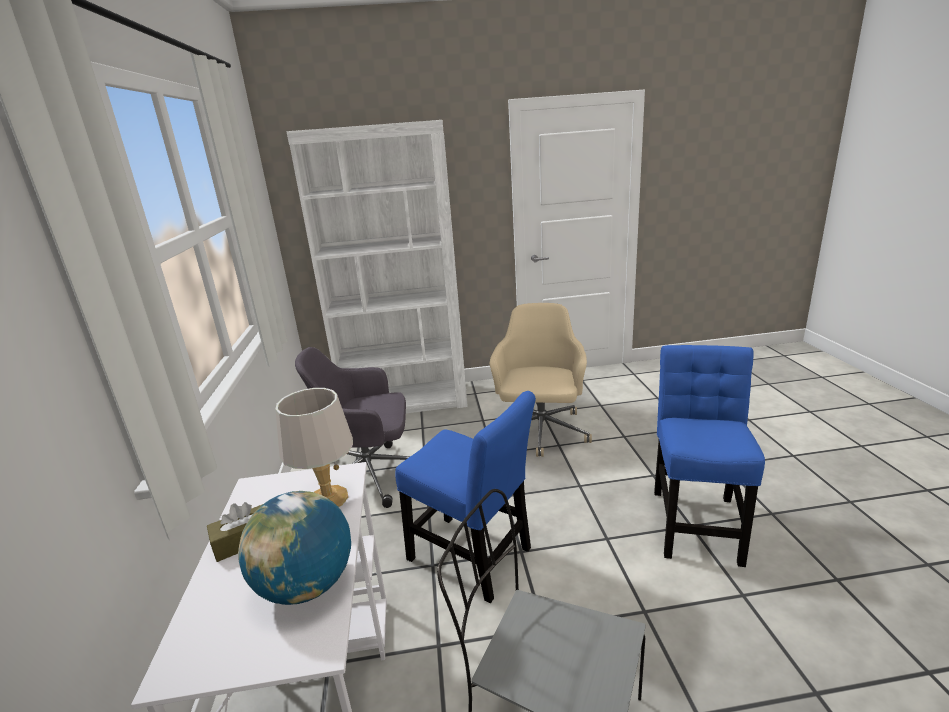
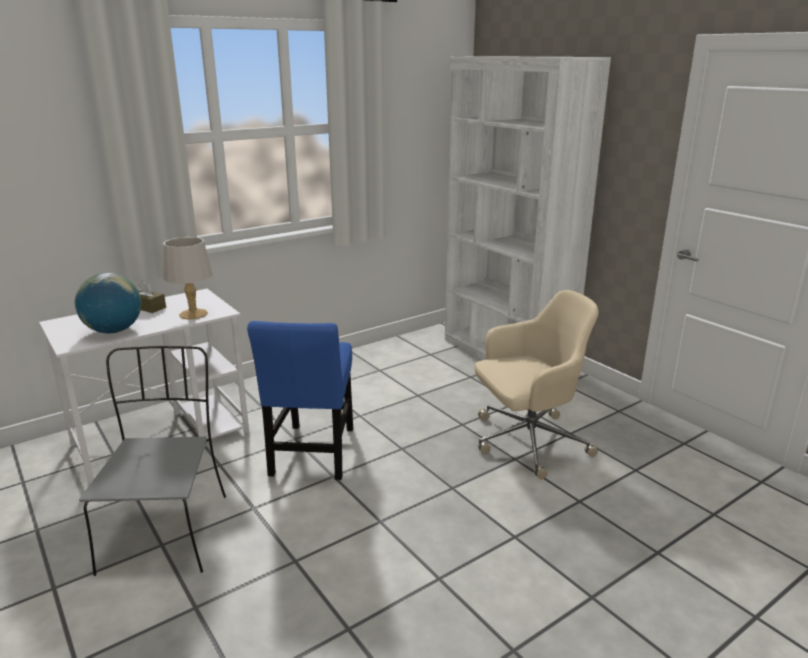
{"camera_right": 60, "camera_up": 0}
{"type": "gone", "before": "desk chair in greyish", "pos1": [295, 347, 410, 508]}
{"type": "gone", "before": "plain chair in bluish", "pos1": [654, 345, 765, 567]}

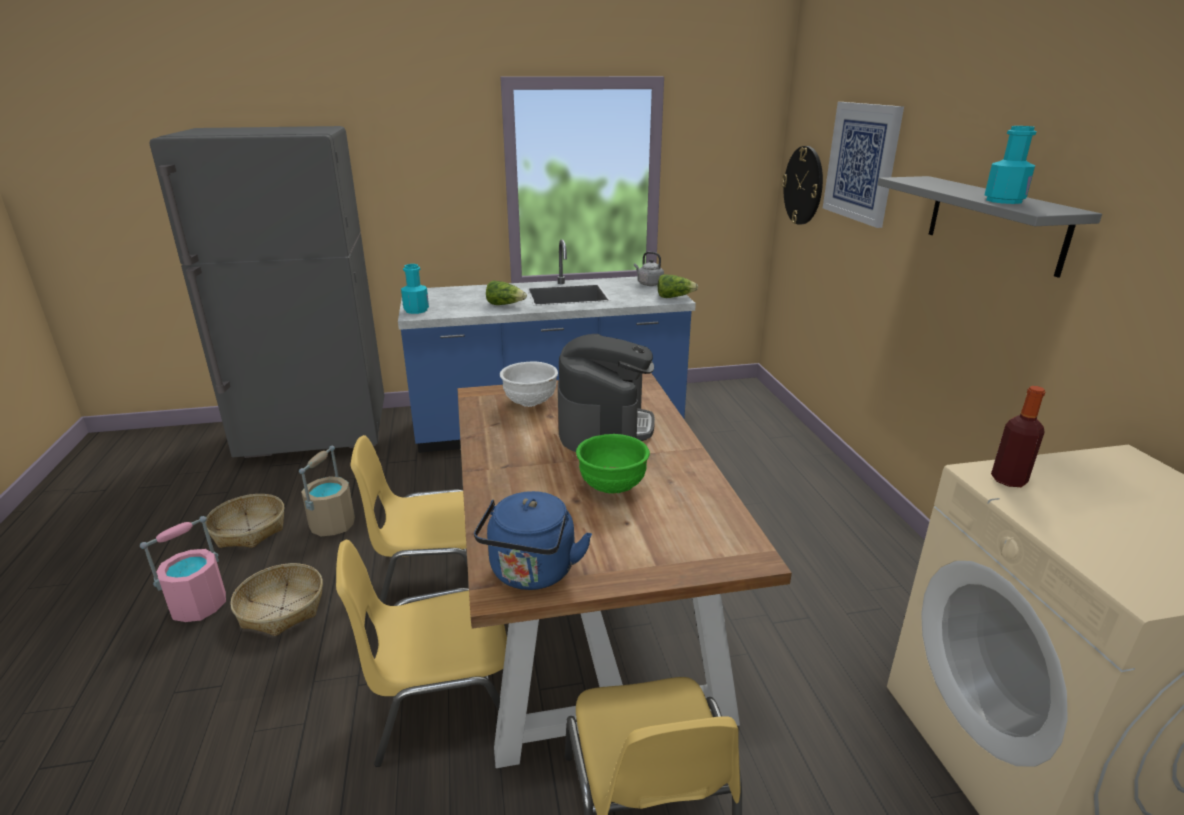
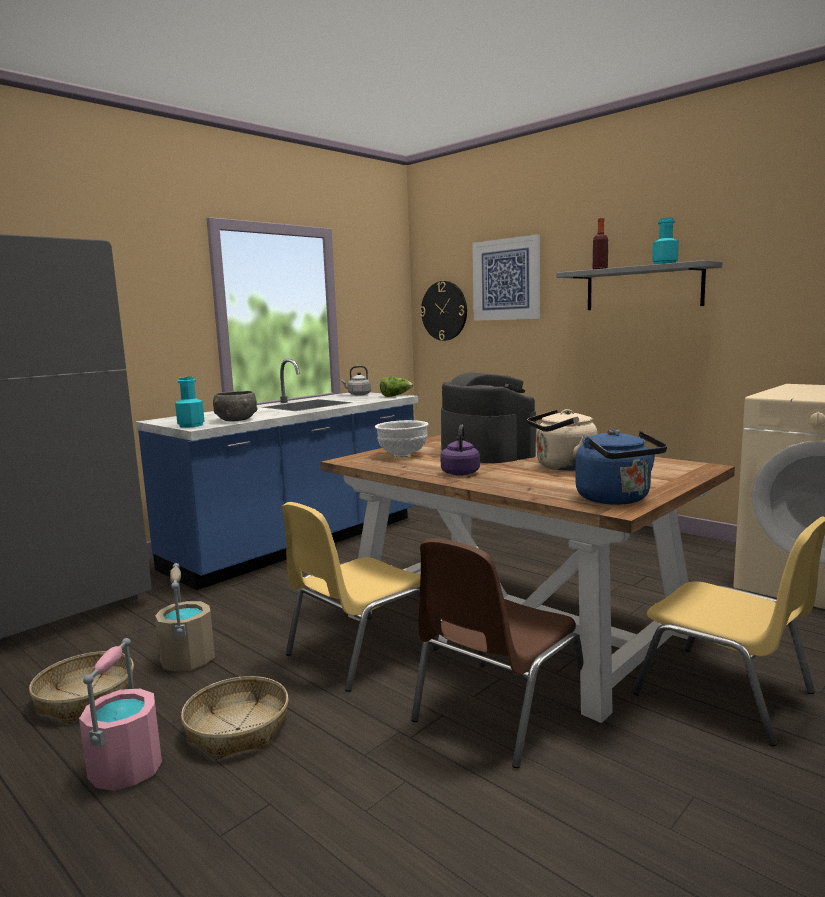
{"camera_right": -35, "camera_up": -15}
{"type": "new", "after": "deep dish in greyish", "pos2": [213, 391, 258, 421]}
{"type": "repainted", "before": "plain chair in yellow-coloured", "after": "plain chair in brownish", "pos1": [336, 540, 507, 767], "pos2": [411, 538, 583, 769]}
{"type": "new", "after": "water kettle in purple", "pos2": [440, 425, 480, 476]}
{"type": "swapped", "before": "deep dish in greenish", "after": "water kettle in sand-coloured", "pos1": [576, 434, 650, 494], "pos2": [527, 409, 598, 471]}
{"type": "shifted", "before": "bottle", "pos1": [991, 386, 1045, 487], "pos2": [593, 218, 608, 269]}
{"type": "gone", "before": "head of lettuce", "pos1": [486, 280, 527, 305]}

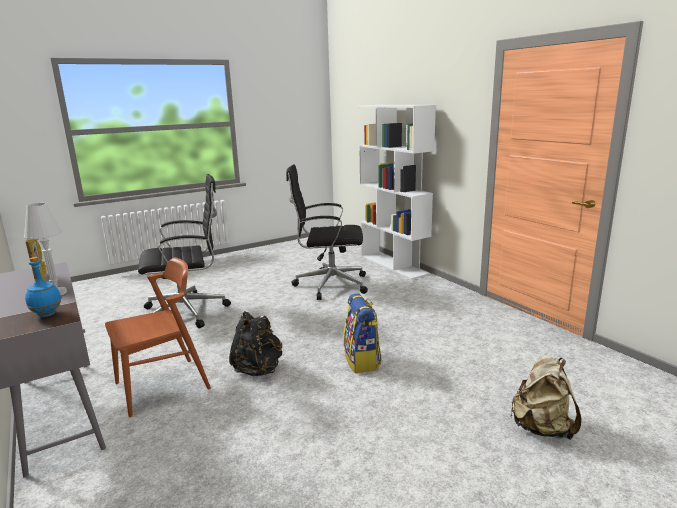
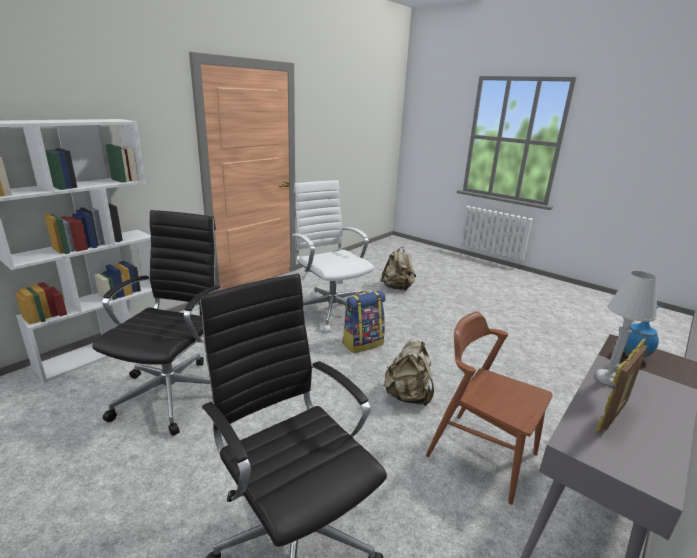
{"camera_right": -110, "camera_up": 5}
{"type": "rotated", "before": "desk chair in black-coloured", "pos1": [286, 164, 368, 300], "pos2": [92, 210, 222, 436], "turn": -150}
{"type": "new", "after": "desk chair in whitish", "pos2": [292, 180, 374, 333]}
{"type": "repainted", "before": "knapsack in black-coloured", "after": "knapsack in sand-coloured", "pos1": [229, 311, 282, 376], "pos2": [384, 339, 434, 406]}

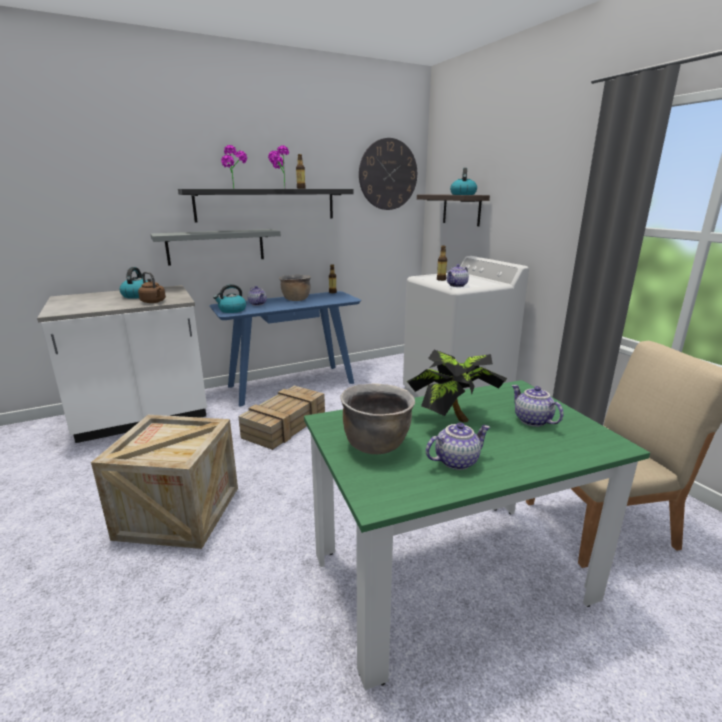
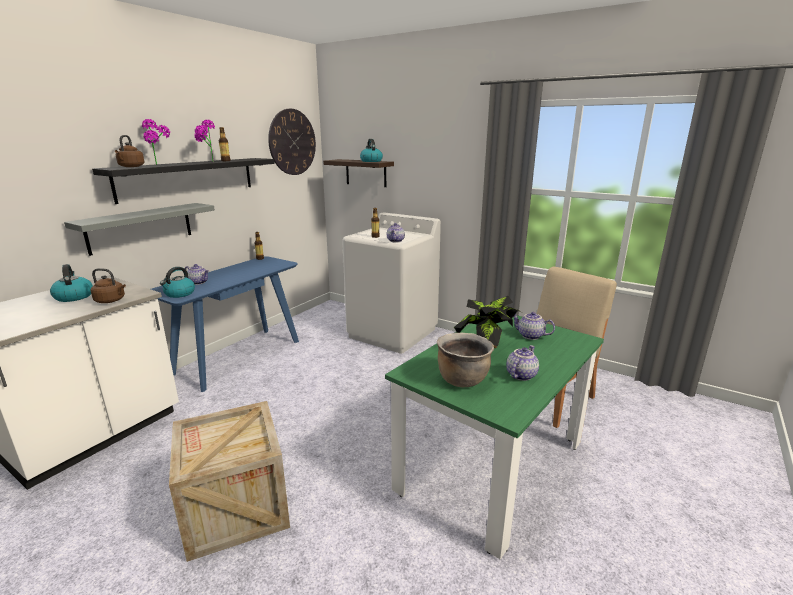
{"camera_right": -30, "camera_up": 0}
{"type": "new", "after": "water kettle in brownish", "pos2": [115, 135, 144, 167]}
{"type": "gone", "before": "shipping crate", "pos1": [238, 386, 325, 450]}
{"type": "gone", "before": "stockpot in brownish", "pos1": [279, 275, 311, 301]}

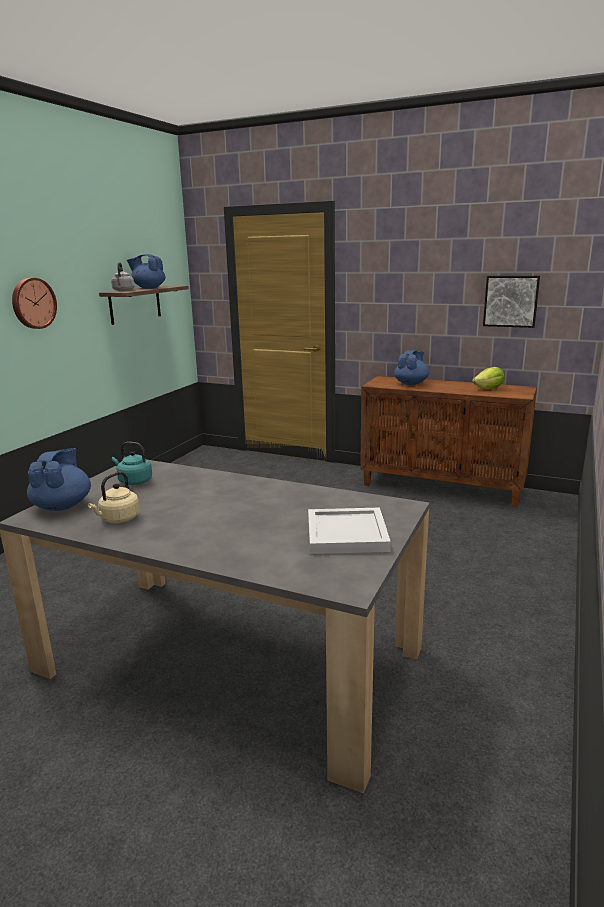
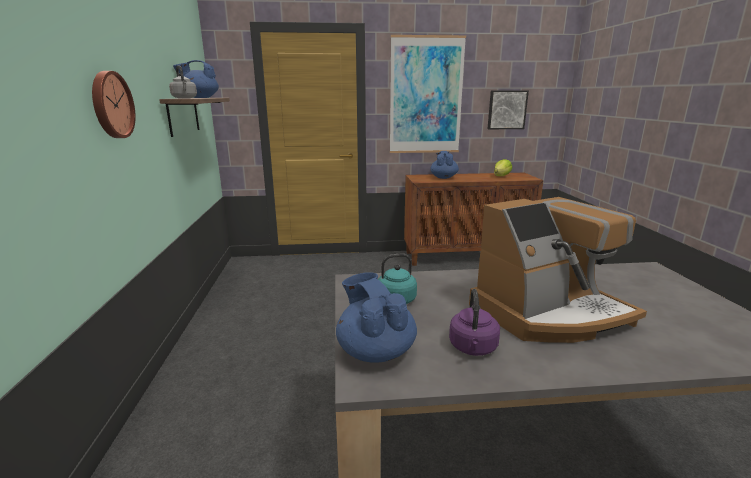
{"camera_right": -30, "camera_up": 0}
{"type": "new", "after": "wall art", "pos2": [390, 35, 466, 153]}
{"type": "repainted", "before": "water kettle in sand-coloured", "after": "water kettle in purple", "pos1": [88, 472, 140, 523], "pos2": [449, 289, 500, 356]}
{"type": "new", "after": "coffee brewer", "pos2": [469, 197, 647, 343]}
{"type": "gone", "before": "tray in whitish", "pos1": [308, 508, 391, 554]}

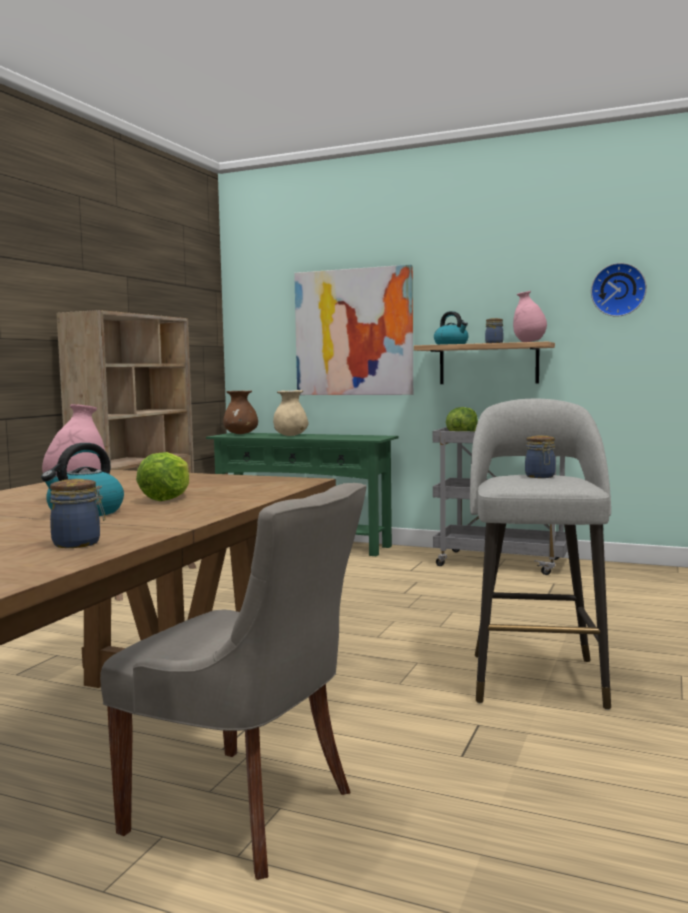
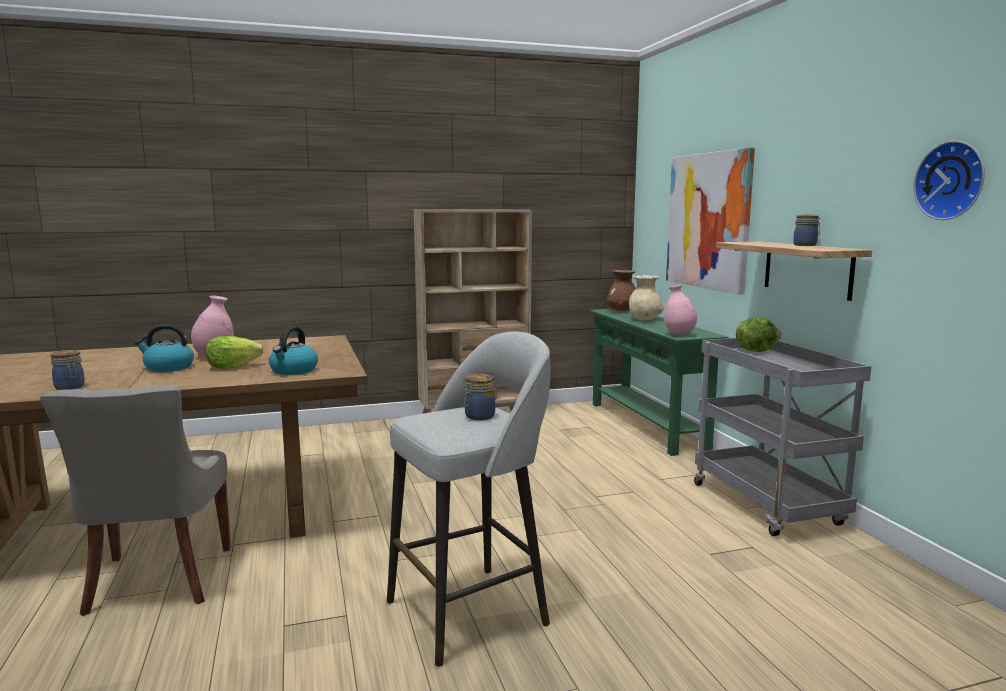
{"camera_right": 50, "camera_up": 5}
{"type": "shifted", "before": "water kettle", "pos1": [434, 311, 468, 345], "pos2": [269, 326, 318, 375]}
{"type": "shifted", "before": "decorative vase in pinkish", "pos1": [513, 291, 547, 342], "pos2": [664, 285, 697, 335]}

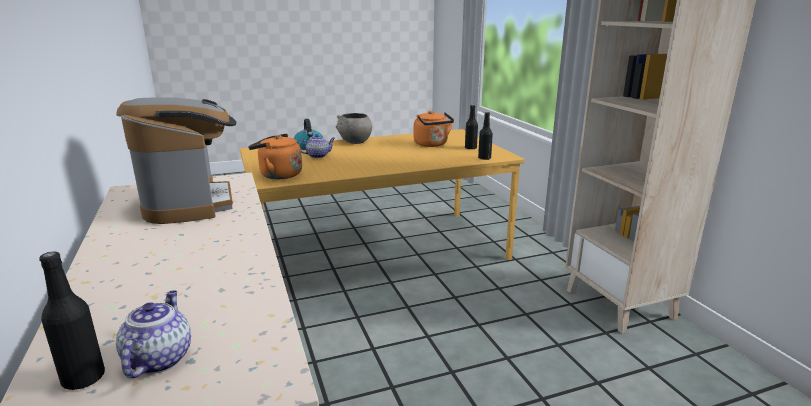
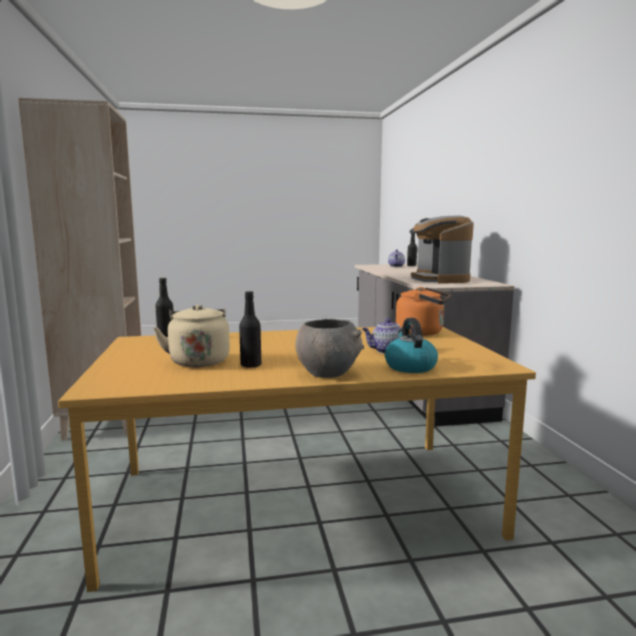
{"camera_right": -170, "camera_up": -10}
{"type": "repainted", "before": "water kettle in orange-coloured", "after": "water kettle in sand-coloured", "pos1": [414, 111, 454, 147], "pos2": [153, 305, 230, 367]}
{"type": "shifted", "before": "bottle in black-coloured", "pos1": [465, 105, 478, 149], "pos2": [239, 291, 261, 368]}

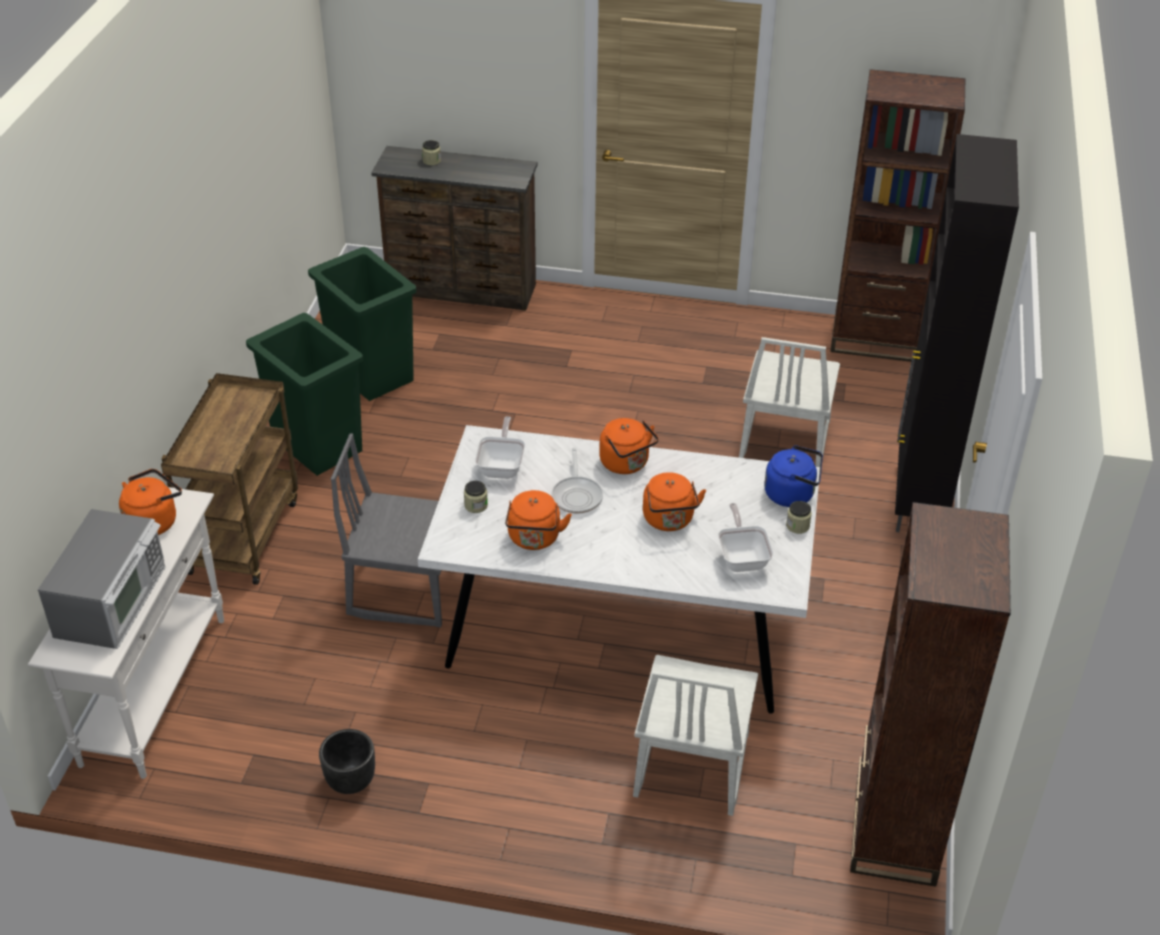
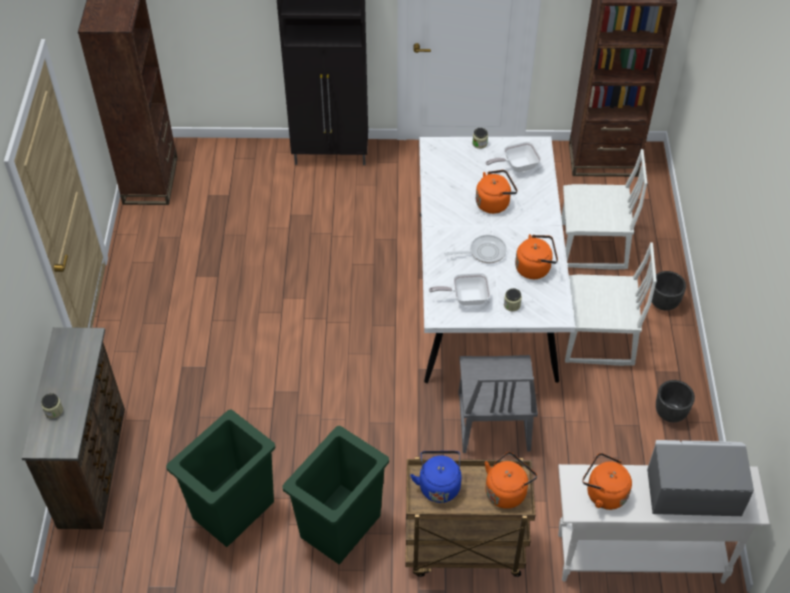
{"camera_right": -100, "camera_up": 10}
{"type": "shifted", "before": "water kettle in bluish", "pos1": [764, 445, 823, 507], "pos2": [410, 451, 462, 503]}
{"type": "shifted", "before": "water kettle in orange-coloured", "pos1": [599, 418, 659, 474], "pos2": [485, 452, 537, 509]}
{"type": "shifted", "before": "plain chair in whitish", "pos1": [739, 337, 840, 467], "pos2": [565, 242, 657, 366]}
{"type": "new", "after": "plant pot in black-coloured", "pos2": [650, 271, 686, 311]}

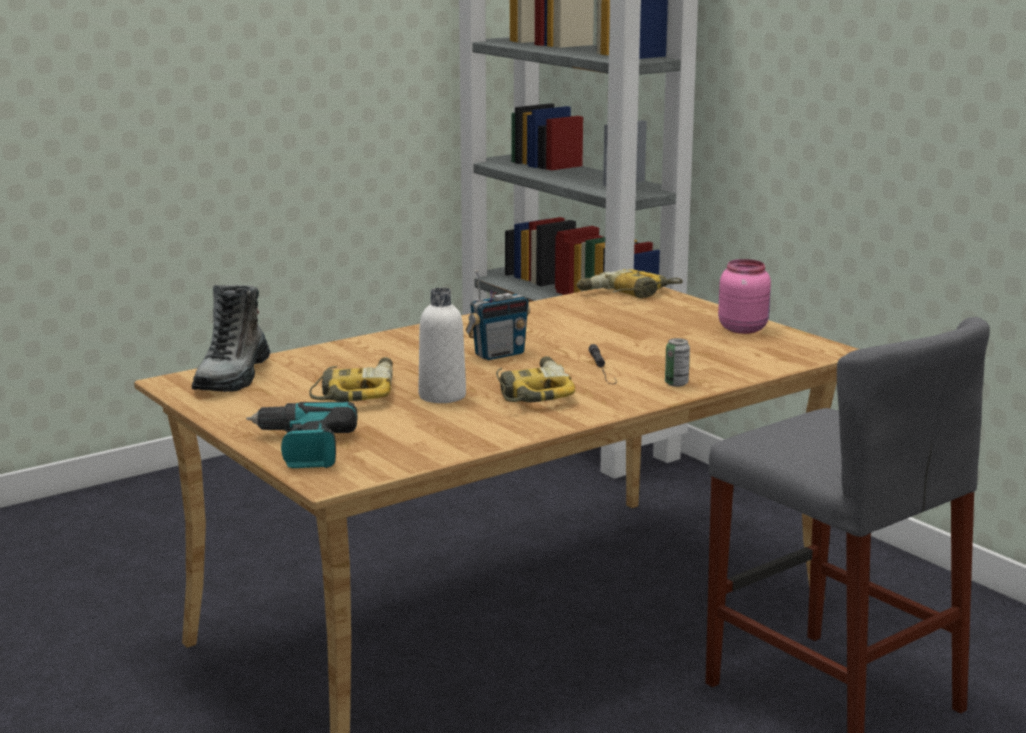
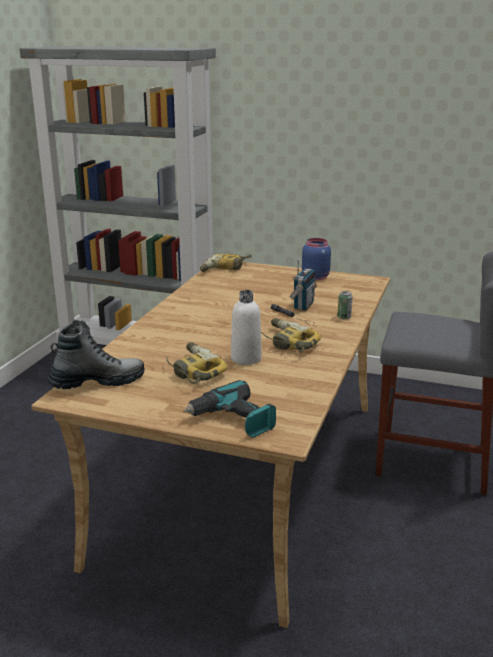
{"camera_right": -35, "camera_up": 5}
{"type": "rotated", "before": "boot", "pos1": [192, 285, 270, 392], "pos2": [47, 320, 145, 389], "turn": -90}
{"type": "shifted", "before": "radio set", "pos1": [466, 270, 530, 360], "pos2": [289, 259, 317, 311]}
{"type": "repainted", "before": "storage jar in pinkish", "after": "storage jar in bluish", "pos1": [718, 259, 771, 334], "pos2": [302, 238, 331, 280]}

